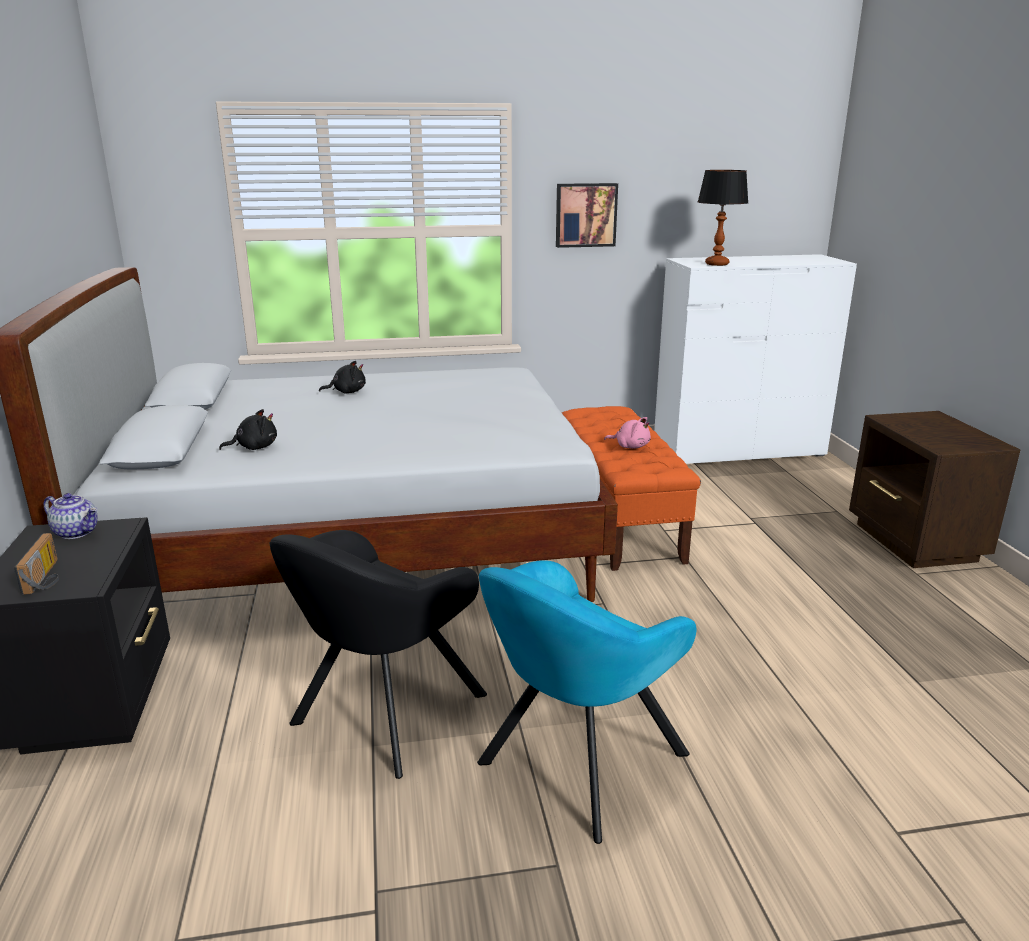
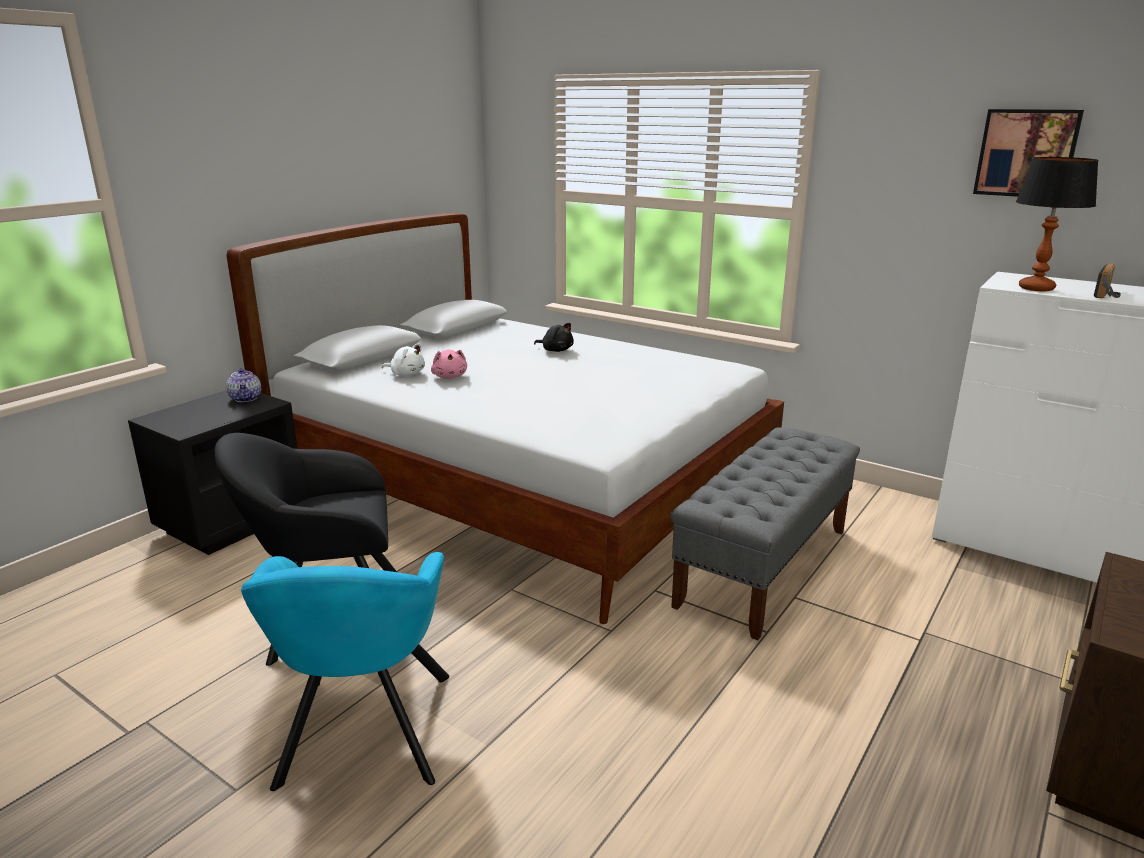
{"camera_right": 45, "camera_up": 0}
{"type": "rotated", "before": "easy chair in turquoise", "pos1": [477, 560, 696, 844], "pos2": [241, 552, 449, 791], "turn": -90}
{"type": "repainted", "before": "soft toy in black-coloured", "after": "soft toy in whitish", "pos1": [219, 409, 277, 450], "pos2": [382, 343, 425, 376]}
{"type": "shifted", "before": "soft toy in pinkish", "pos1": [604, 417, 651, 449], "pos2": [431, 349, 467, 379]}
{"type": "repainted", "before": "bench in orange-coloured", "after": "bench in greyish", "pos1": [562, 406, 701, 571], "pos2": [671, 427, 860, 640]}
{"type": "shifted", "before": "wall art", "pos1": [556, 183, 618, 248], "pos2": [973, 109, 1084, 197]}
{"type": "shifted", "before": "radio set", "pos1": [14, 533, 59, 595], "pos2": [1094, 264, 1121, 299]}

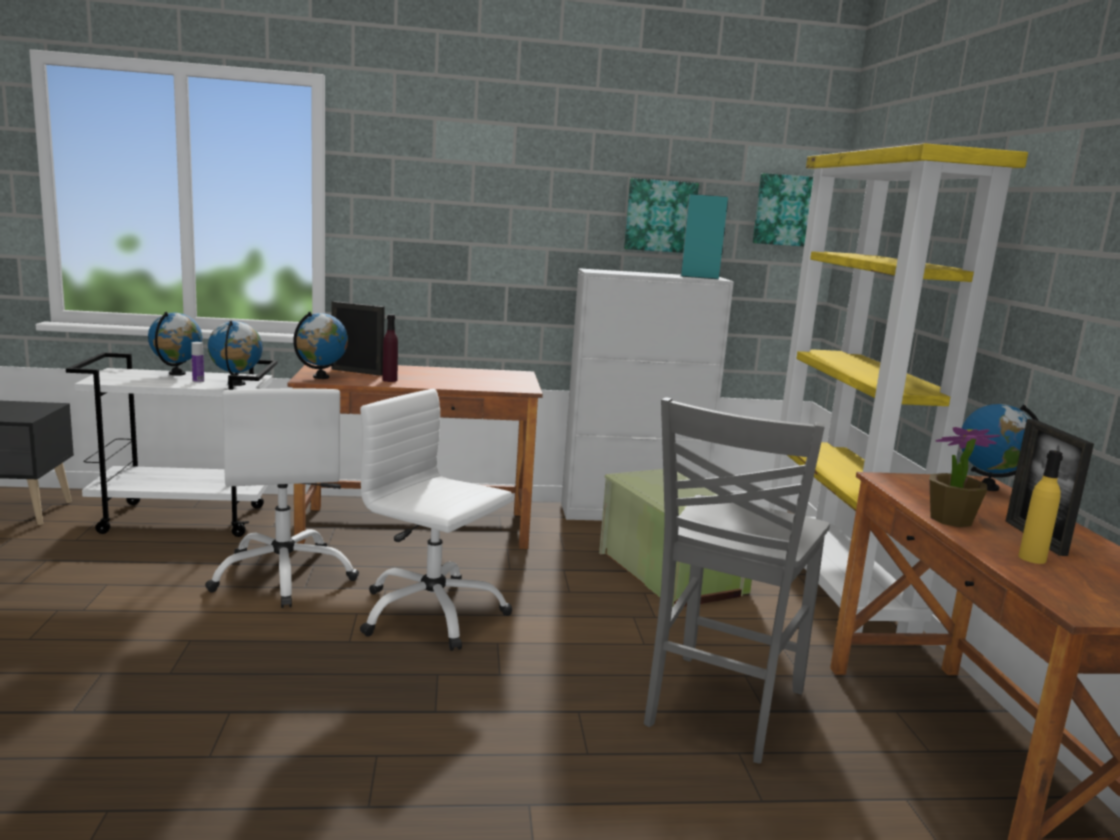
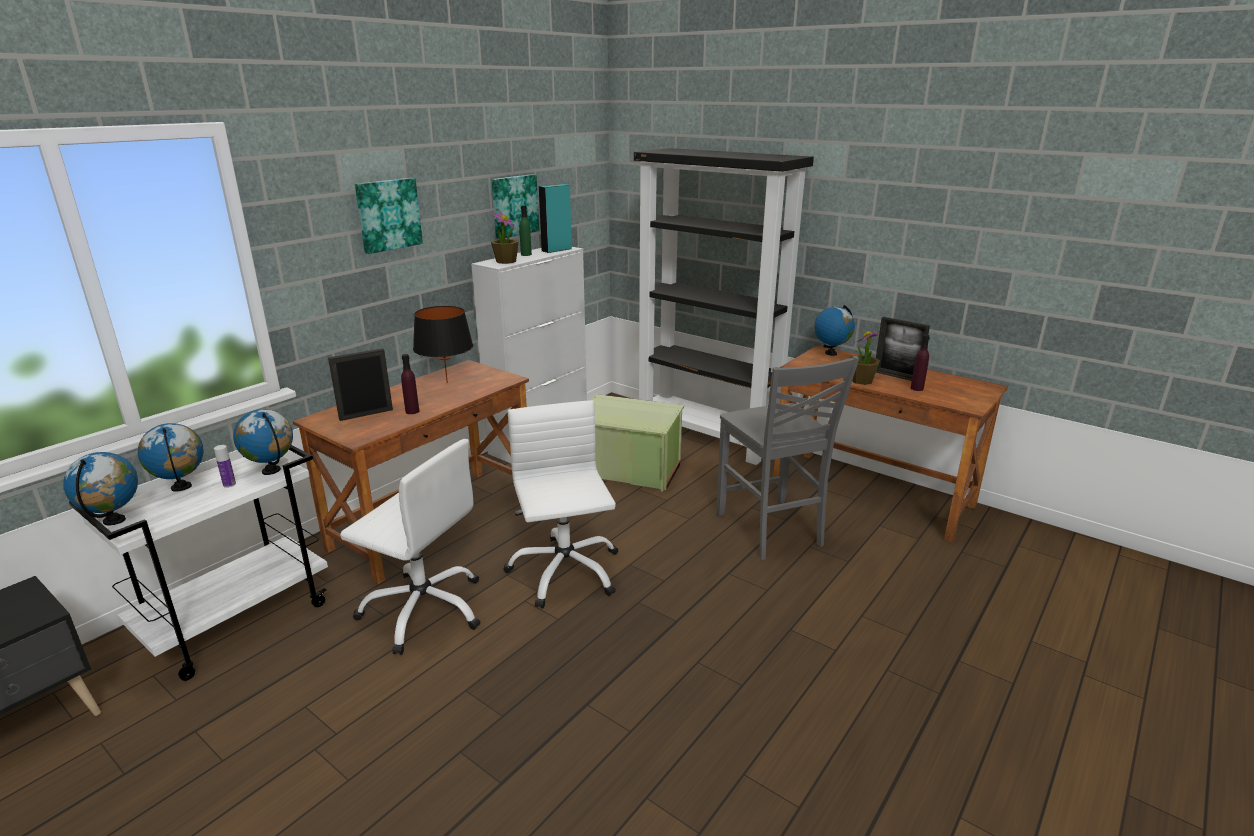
{"camera_right": -45, "camera_up": 10}
{"type": "shifted", "before": "desk globe", "pos1": [293, 312, 348, 379], "pos2": [63, 452, 138, 525]}
{"type": "shifted", "before": "wall art", "pos1": [753, 173, 813, 246], "pos2": [355, 178, 423, 254]}
{"type": "new", "after": "tabletop lamp in black-coloured", "pos2": [413, 306, 473, 383]}
{"type": "new", "after": "plant in a pot", "pos2": [491, 210, 519, 264]}
{"type": "rotated", "before": "desk chair in whitish", "pos1": [360, 389, 513, 651], "pos2": [504, 400, 618, 609], "turn": 90}
{"type": "new", "after": "bottle in greenish", "pos2": [519, 205, 532, 256]}
{"type": "repainted", "before": "shelving unit in yellow-coloured", "after": "shelving unit in black-coloured", "pos1": [769, 143, 1028, 633], "pos2": [634, 148, 814, 465]}
{"type": "repainted", "before": "bottle in yellow-coloured", "after": "bottle in purple", "pos1": [1018, 450, 1063, 564], "pos2": [910, 335, 930, 391]}

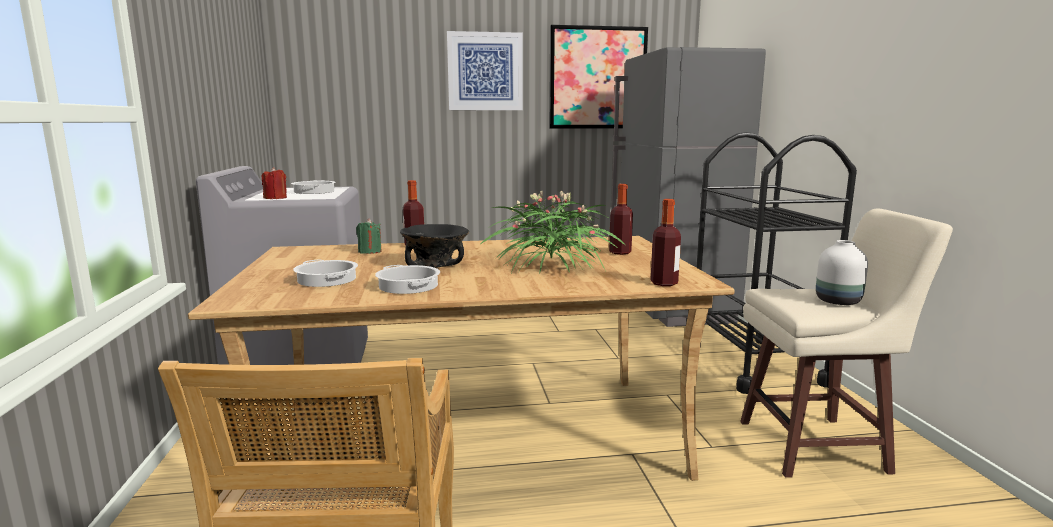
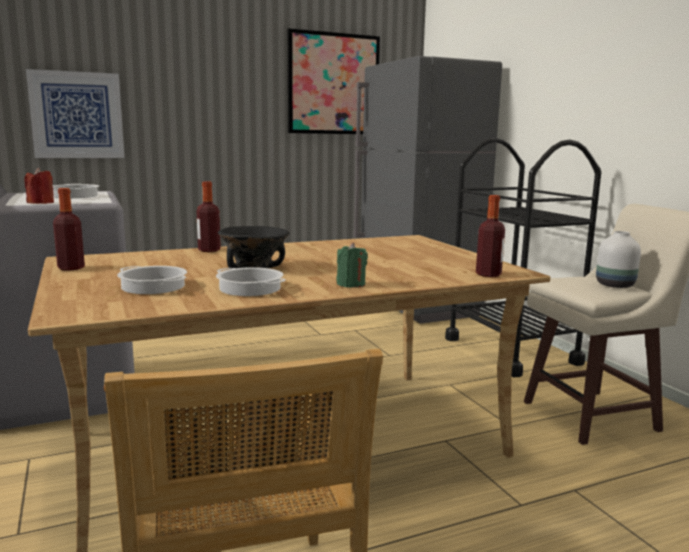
{"camera_right": -15, "camera_up": 0}
{"type": "shifted", "before": "wall art", "pos1": [447, 31, 523, 110], "pos2": [26, 69, 124, 158]}
{"type": "shifted", "before": "bottle", "pos1": [609, 184, 633, 255], "pos2": [53, 188, 85, 271]}
{"type": "shifted", "before": "wax candle in greenish", "pos1": [356, 219, 382, 254], "pos2": [336, 243, 368, 288]}
{"type": "gone", "before": "plant in a pot", "pos1": [481, 191, 625, 275]}

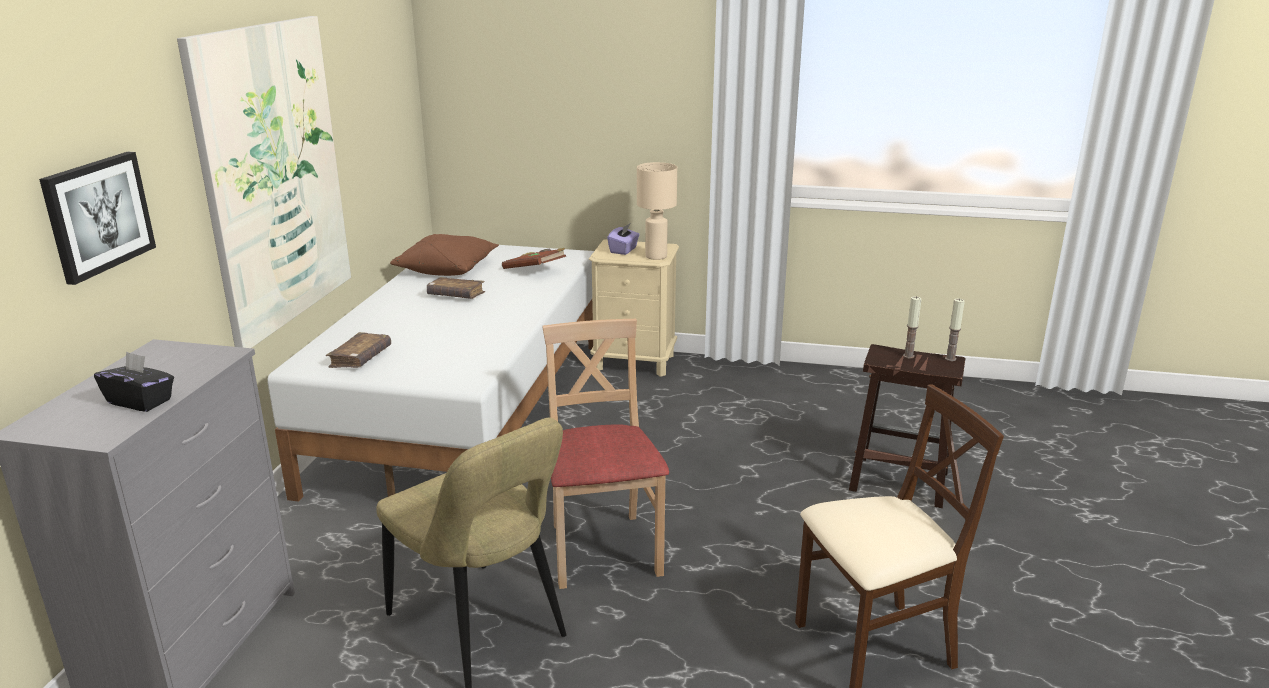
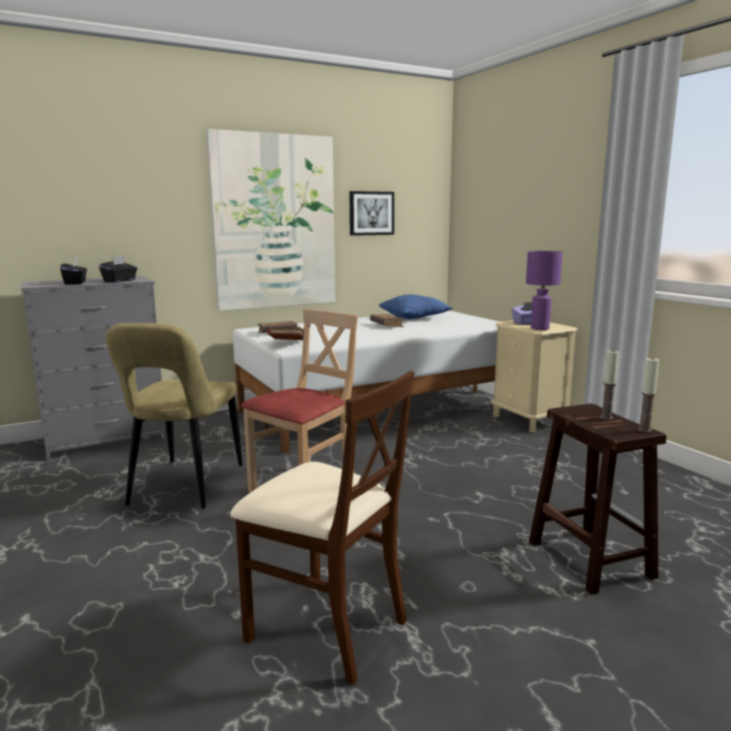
{"camera_right": 50, "camera_up": -10}
{"type": "new", "after": "tissue holder in black-coloured", "pos2": [99, 256, 137, 282]}
{"type": "shifted", "before": "book in brownish", "pos1": [502, 248, 566, 269], "pos2": [266, 327, 304, 340]}
{"type": "shifted", "before": "wall art", "pos1": [39, 152, 156, 285], "pos2": [349, 191, 394, 236]}
{"type": "repainted", "before": "cushion in brownish", "after": "cushion in bluish", "pos1": [390, 234, 499, 276], "pos2": [379, 295, 453, 319]}
{"type": "repainted", "before": "tabletop lamp in sand-coloured", "after": "tabletop lamp in purple", "pos1": [637, 162, 677, 260], "pos2": [526, 251, 563, 330]}

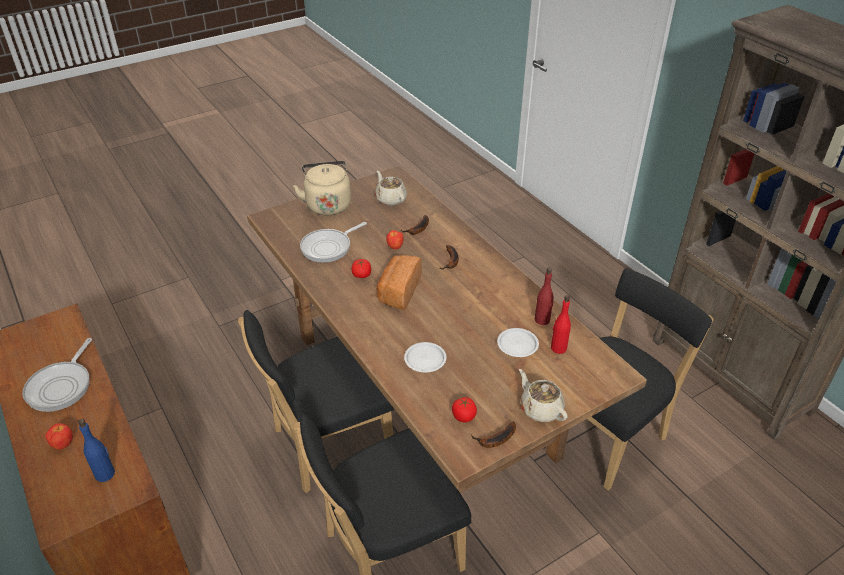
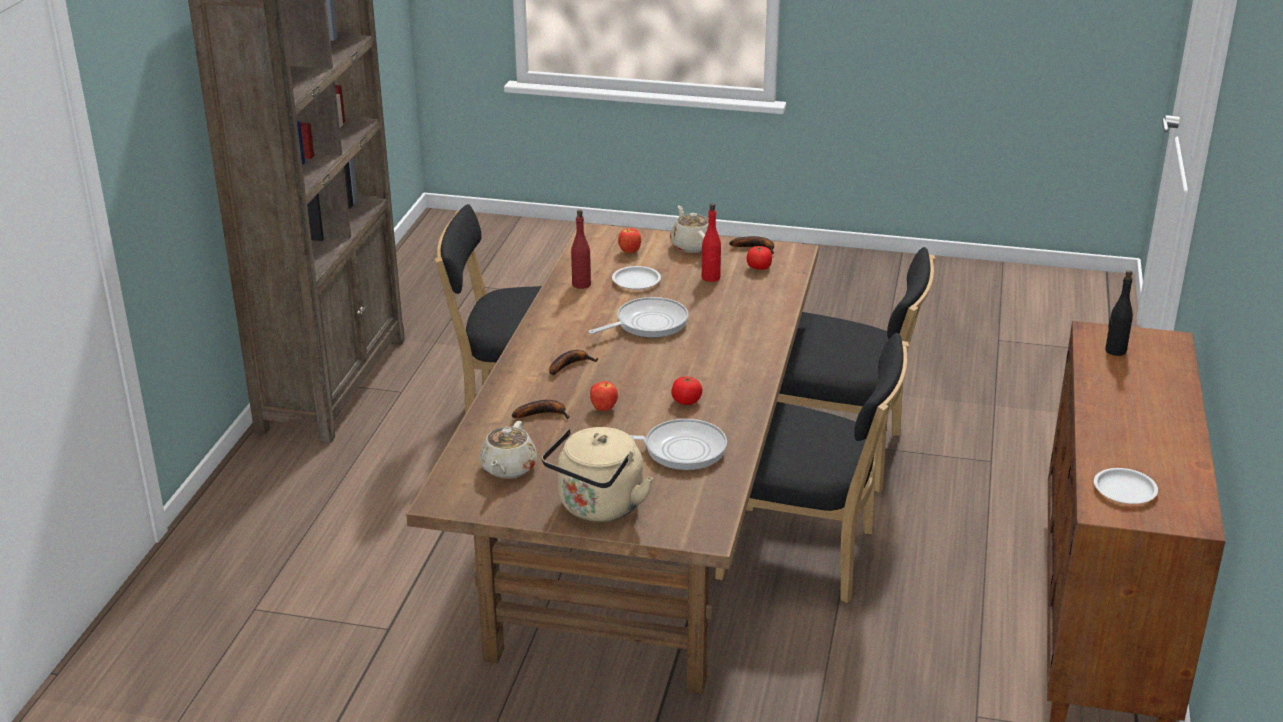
{"camera_right": -135, "camera_up": -10}
{"type": "shifted", "before": "pan", "pos1": [22, 338, 92, 412], "pos2": [588, 297, 688, 338]}
{"type": "shifted", "before": "apple", "pos1": [45, 423, 73, 450], "pos2": [618, 228, 641, 254]}
{"type": "rotated", "before": "teapot in sand-coloured", "pos1": [519, 369, 568, 422], "pos2": [670, 206, 709, 253], "turn": 150}
{"type": "shifted", "before": "bottle in red", "pos1": [551, 295, 571, 354], "pos2": [702, 203, 721, 282]}
{"type": "shifted", "before": "dinner plate in whitish", "pos1": [404, 342, 447, 372], "pos2": [1094, 468, 1158, 504]}
{"type": "repainted", "before": "bottle in bluish", "after": "bottle in black-coloured", "pos1": [78, 419, 115, 482], "pos2": [1105, 270, 1133, 356]}
{"type": "gone", "before": "bakery bread", "pos1": [377, 255, 422, 309]}

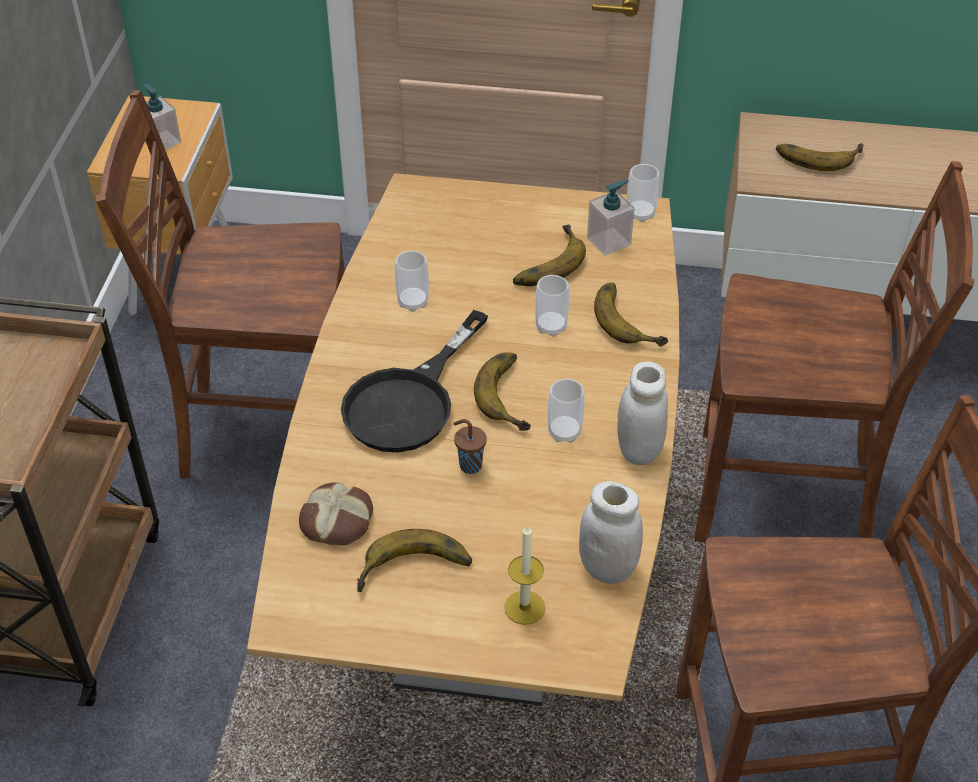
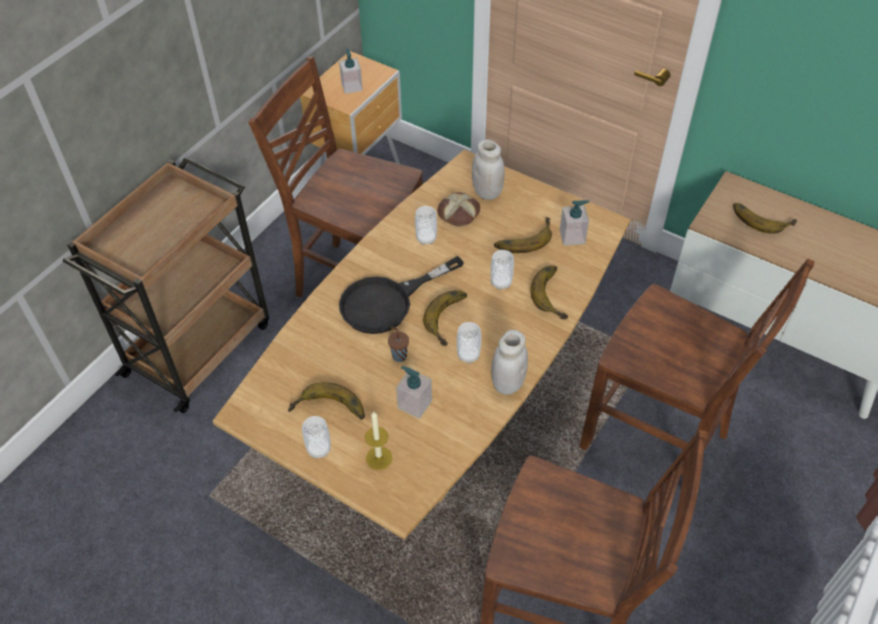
{"camera_right": 25, "camera_up": 5}
{"type": "shifted", "before": "small cup", "pos1": [627, 164, 659, 222], "pos2": [302, 416, 331, 458]}
{"type": "new", "after": "soap dispenser", "pos2": [396, 366, 432, 419]}
{"type": "shifted", "before": "bakery bread", "pos1": [299, 482, 373, 546], "pos2": [438, 192, 480, 227]}
{"type": "shifted", "before": "storage jar in whitish", "pos1": [579, 481, 643, 584], "pos2": [472, 139, 505, 200]}

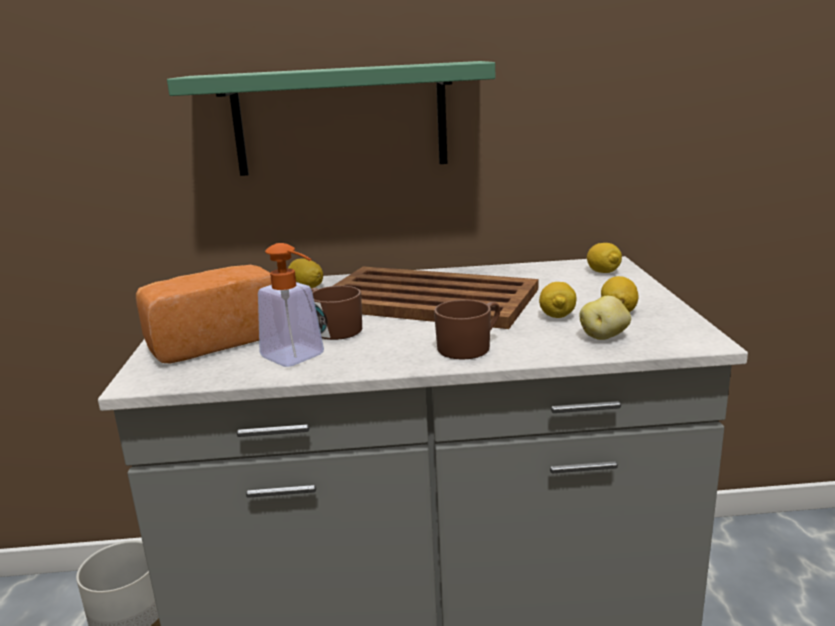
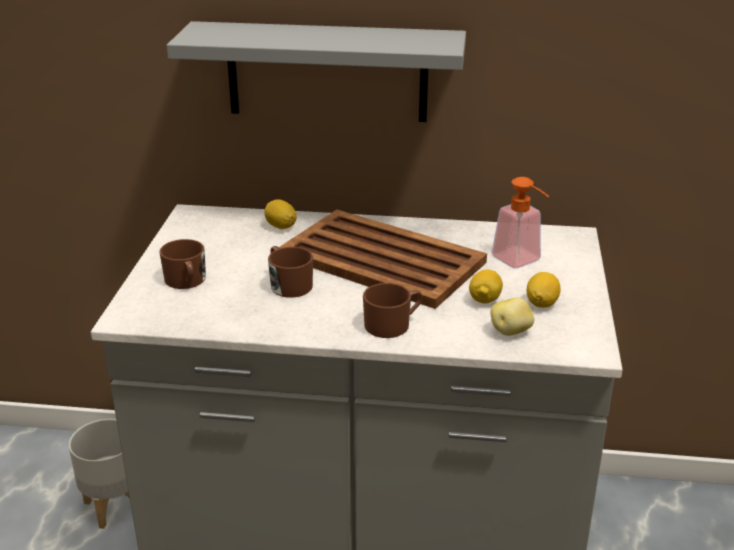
{"camera_right": 10, "camera_up": 10}
{"type": "swapped", "before": "bakery bread", "after": "mug in brownish", "pos1": [136, 265, 272, 363], "pos2": [159, 239, 206, 289]}
{"type": "repainted", "before": "shelf in greenish", "after": "shelf in greyish", "pos1": [167, 61, 495, 176], "pos2": [167, 21, 466, 122]}
{"type": "shifted", "before": "soap dispenser", "pos1": [258, 243, 324, 367], "pos2": [491, 177, 550, 268]}
{"type": "gone", "before": "citrus fruit", "pos1": [587, 243, 622, 273]}

